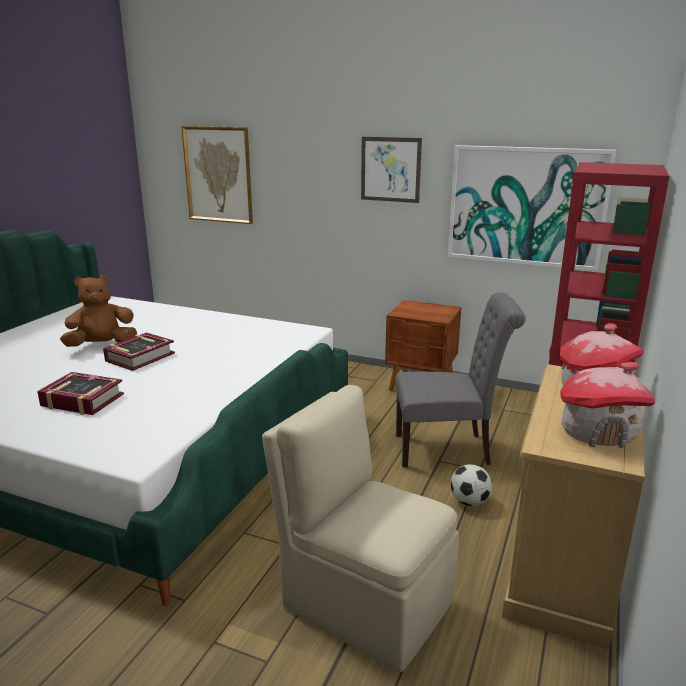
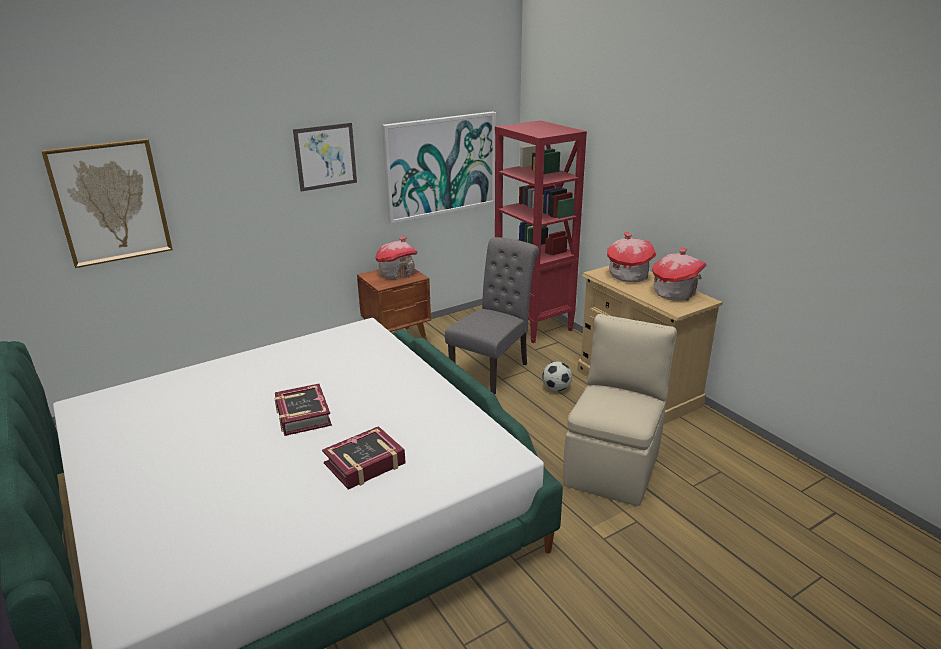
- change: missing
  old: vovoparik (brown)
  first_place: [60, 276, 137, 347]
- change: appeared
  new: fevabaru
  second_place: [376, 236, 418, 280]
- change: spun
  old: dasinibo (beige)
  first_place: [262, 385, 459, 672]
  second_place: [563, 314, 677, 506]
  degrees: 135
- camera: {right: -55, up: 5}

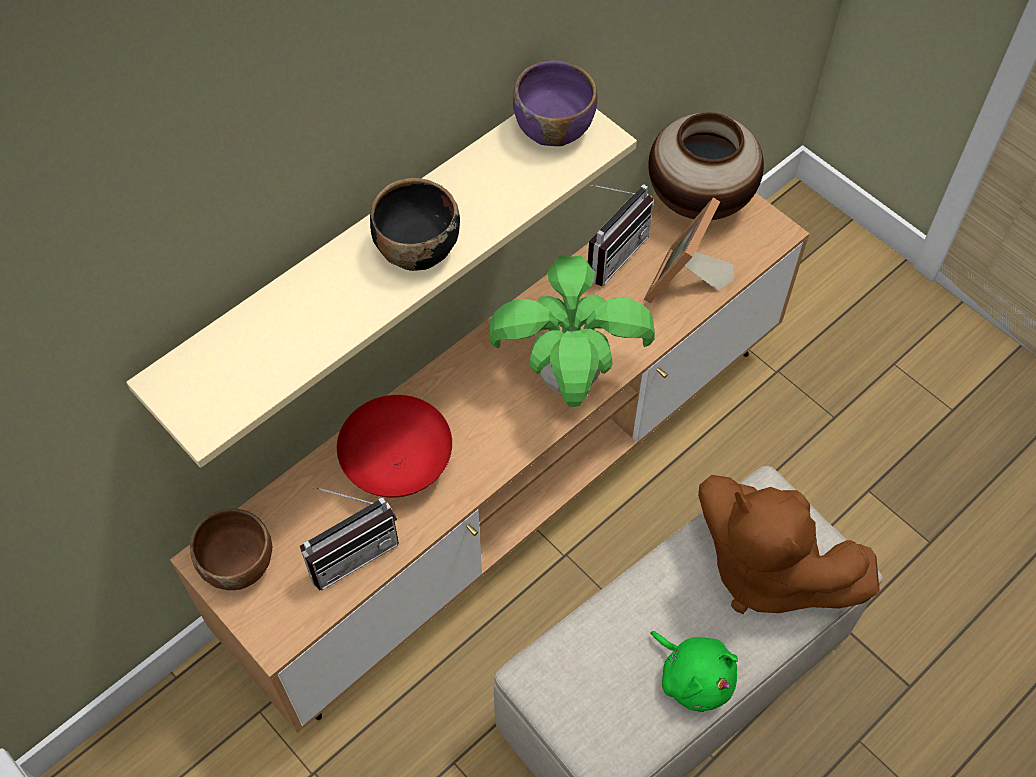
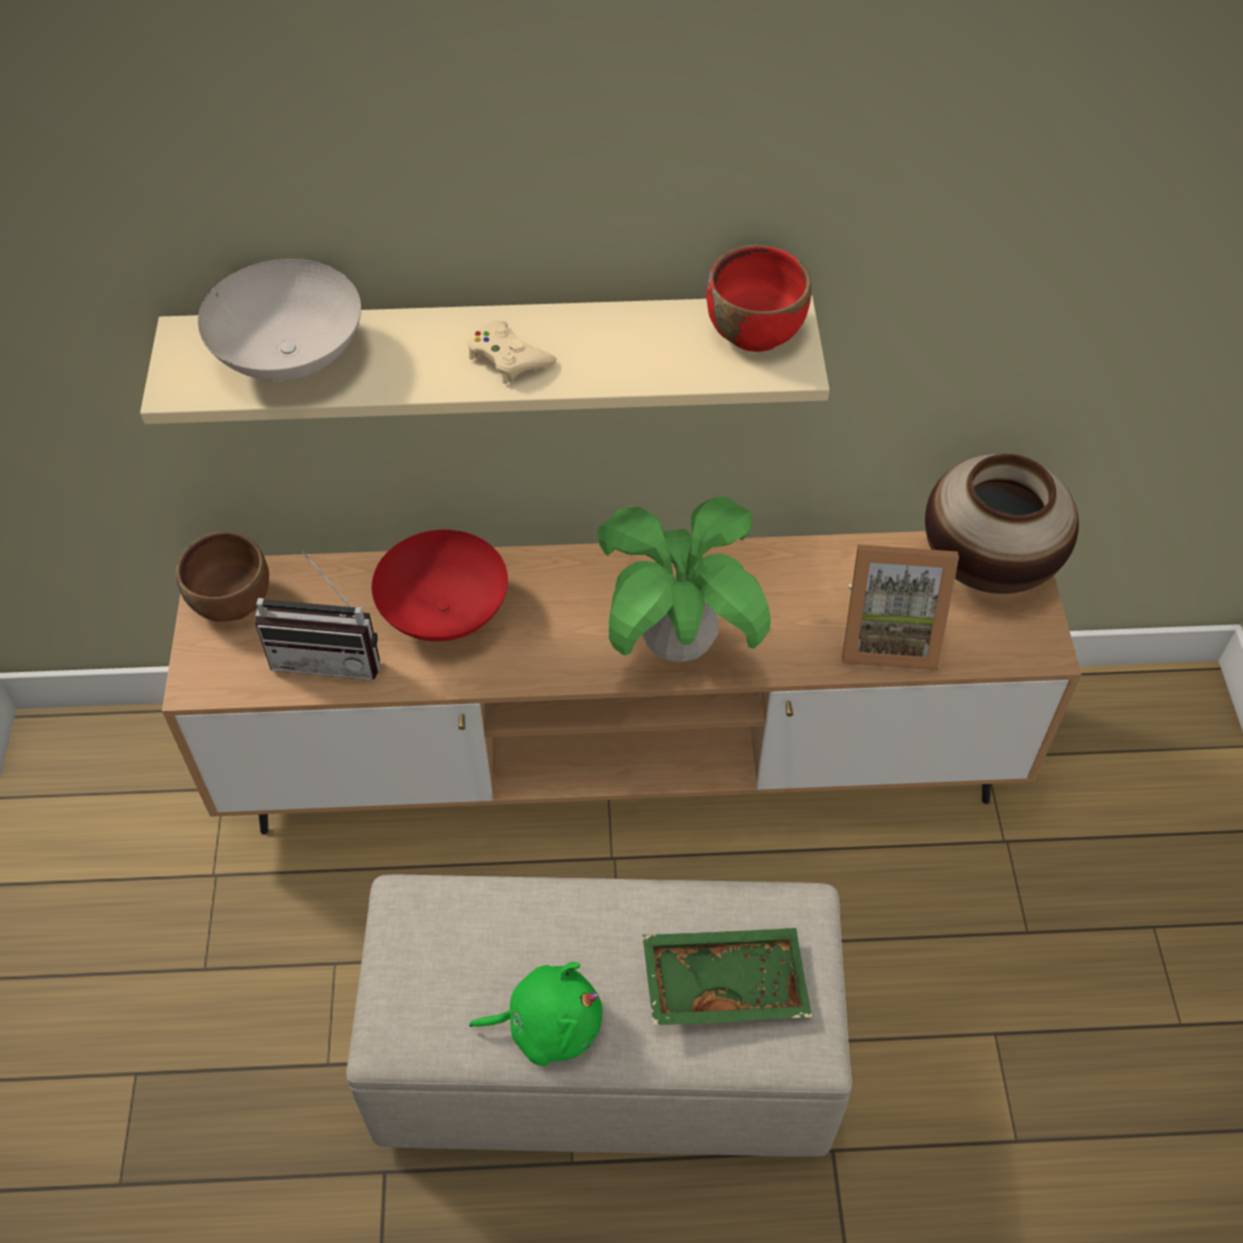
- change: missing
  old: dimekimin
  first_place: [588, 184, 654, 286]
- change: appeared
  new: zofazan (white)
  second_place: [198, 259, 361, 381]
- change: exchanged
  old: zofazan (black)
  new: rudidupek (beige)
  first_place: [370, 178, 460, 271]
  second_place: [468, 320, 557, 384]
- change: exchanged
  old: vovoparik (brown)
  new: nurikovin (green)
  first_place: [698, 475, 880, 614]
  second_place: [643, 928, 812, 1025]
- change: colour
  old: zofazan (purple)
  new: zofazan (red)
  first_place: [513, 60, 597, 146]
  second_place: [706, 245, 811, 352]
- change: spun
  old: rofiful
  first_place: [644, 197, 734, 303]
  second_place: [842, 544, 959, 671]
  degrees: -150
- change: spun
  old: vovoparik (green)
  first_place: [650, 631, 738, 712]
  second_place: [469, 962, 603, 1066]
  degrees: -90
- camera: {right: 40, up: -5}

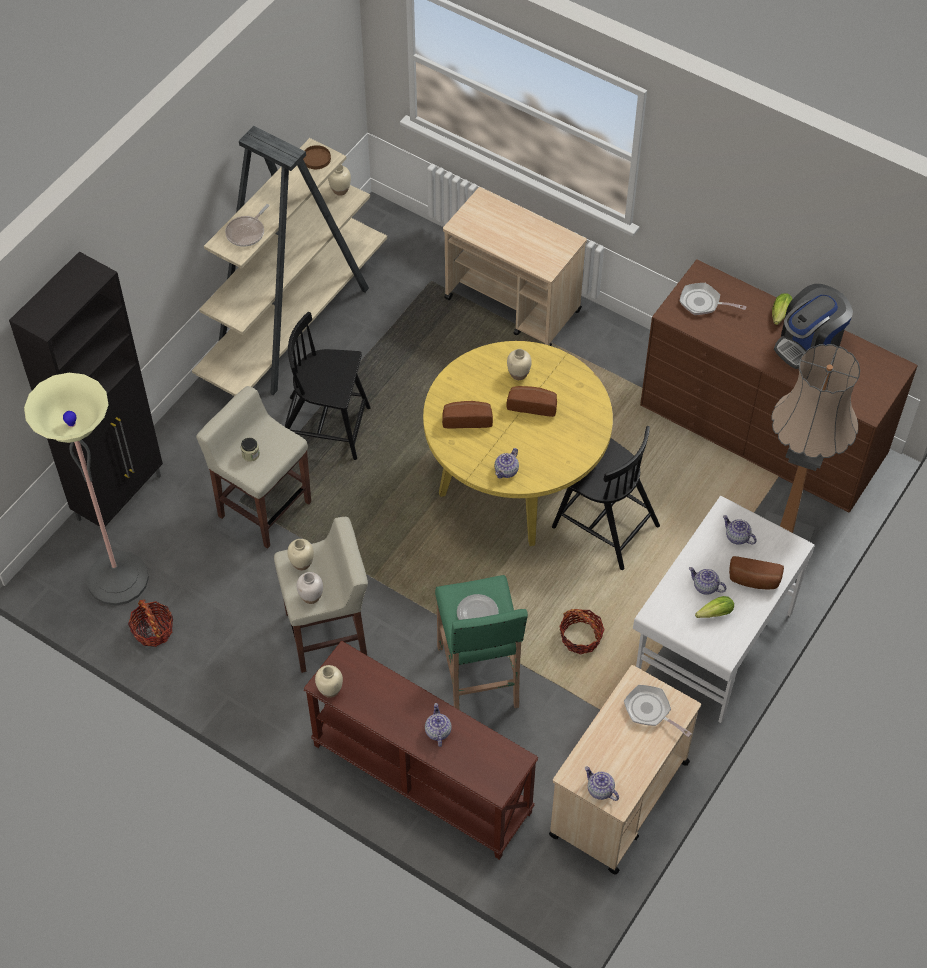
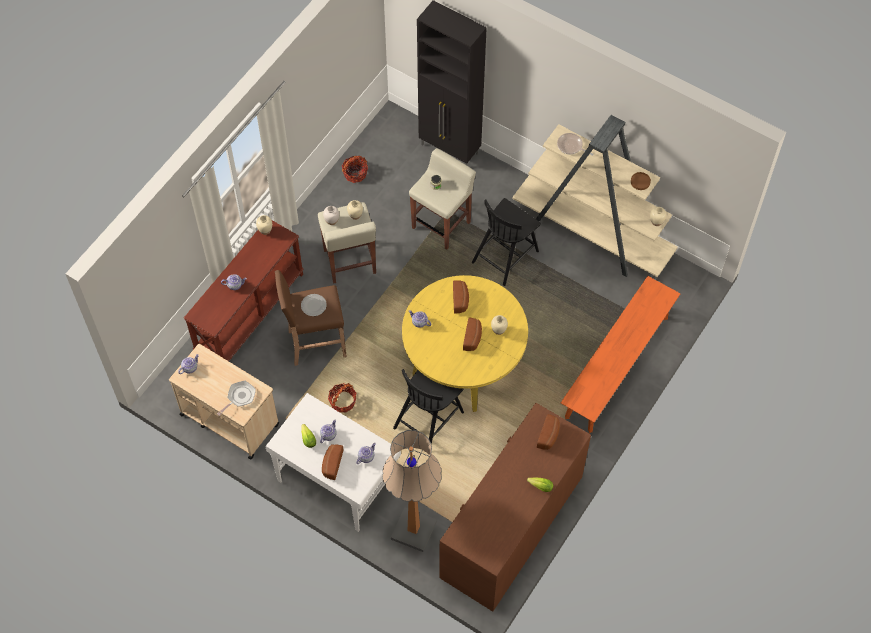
- change: missing
  old: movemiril
  first_place: [24, 373, 149, 606]
- change: missing
  old: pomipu
  first_place: [774, 284, 853, 369]
- change: exchanged
  old: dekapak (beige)
  new: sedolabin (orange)
  first_place: [443, 187, 587, 346]
  second_place: [561, 276, 681, 433]
- change: exchanged
  old: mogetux
  new: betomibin
  first_place: [680, 283, 747, 315]
  second_place: [537, 414, 560, 450]
- change: colour
  old: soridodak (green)
  new: soridodak (brown)
  first_place: [435, 575, 528, 710]
  second_place: [274, 270, 347, 366]
- change: spun
  old: dasinibo (black)
  first_place: [285, 312, 371, 460]
  second_place: [472, 198, 541, 286]
  degrees: -150
- camera: {right: 90, up: 5}

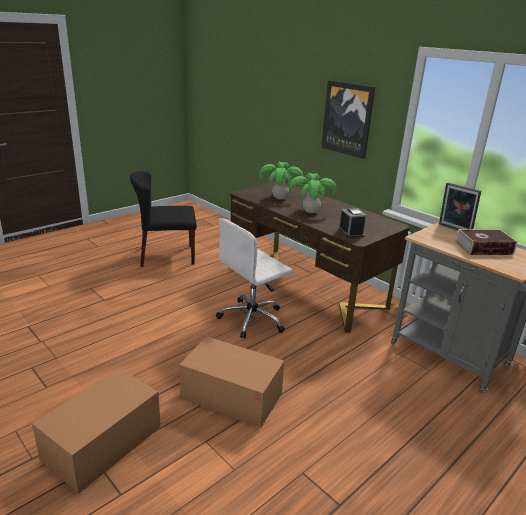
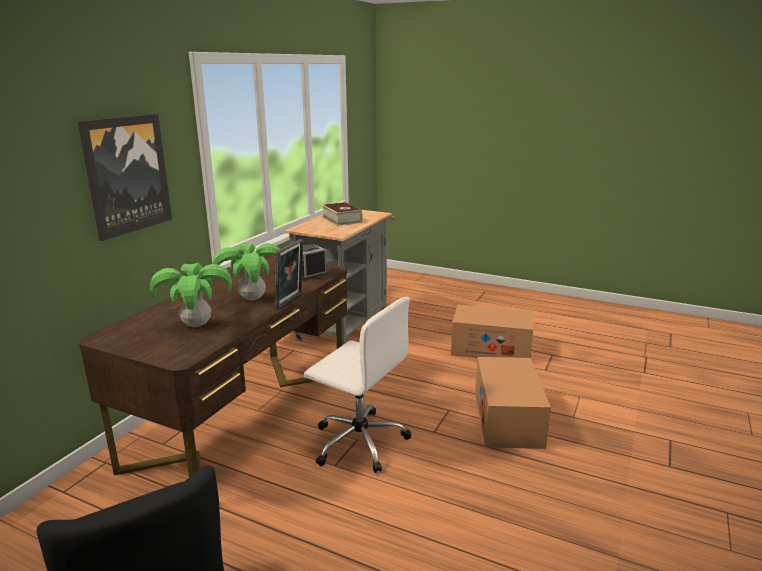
- change: relocated
  old: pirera
  first_place: [32, 368, 161, 494]
  second_place: [451, 305, 533, 358]
- change: relocated
  old: rofiful
  first_place: [439, 182, 481, 230]
  second_place: [275, 239, 303, 309]
- camera: {right: -110, up: -5}

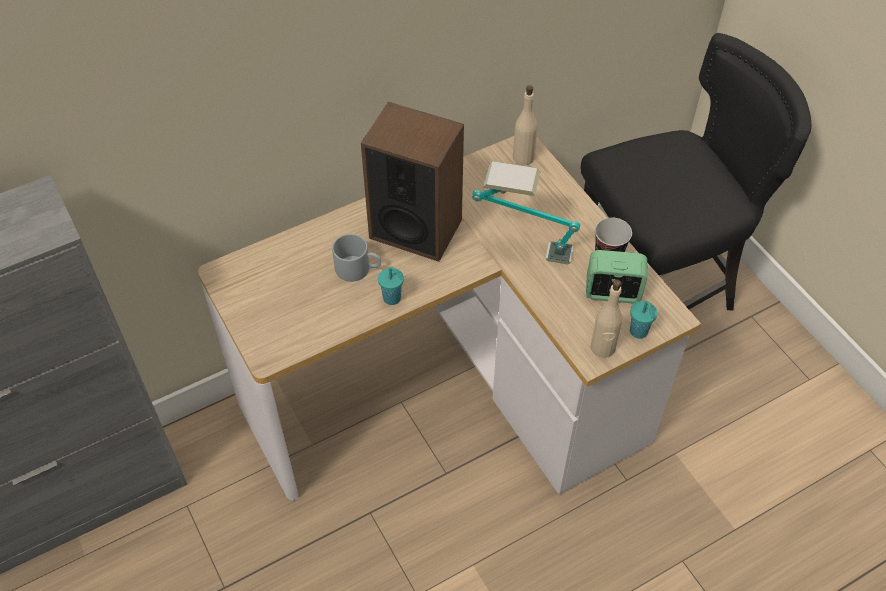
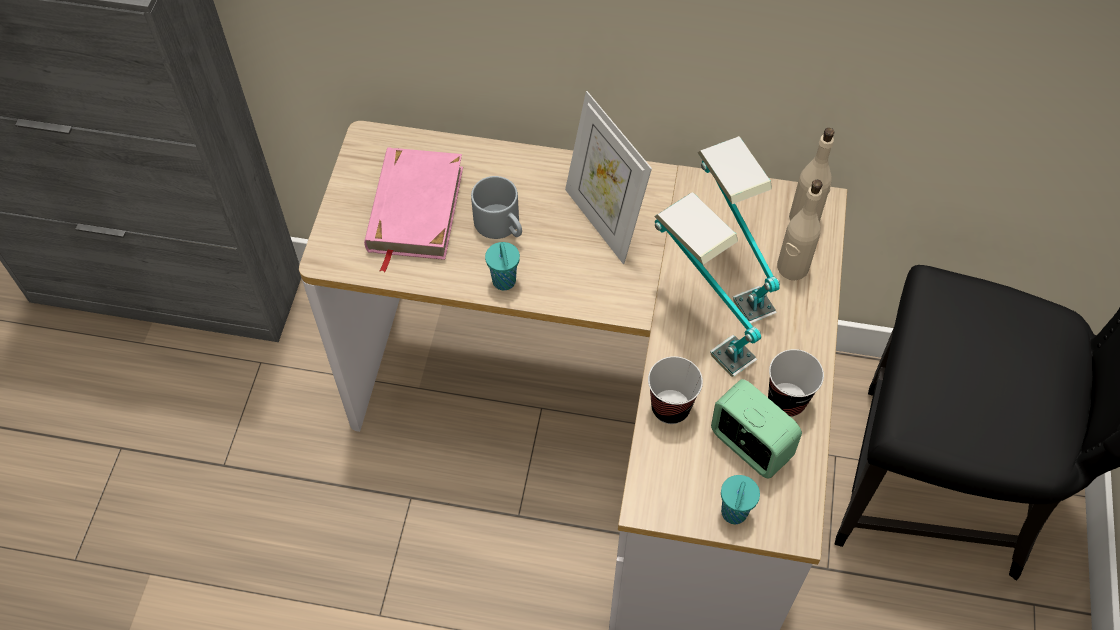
- change: appeared
  new: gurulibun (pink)
  second_place: [364, 147, 463, 273]
- change: appeared
  new: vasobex
  second_place: [648, 356, 703, 424]
- change: appeared
  new: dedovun
  second_place: [697, 136, 780, 324]
- change: relocated
  old: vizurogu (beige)
  first_place: [591, 280, 622, 358]
  second_place: [777, 180, 822, 280]
- change: exchanged
  old: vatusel
  new: rofiful
  first_place: [361, 102, 464, 262]
  second_place: [565, 91, 652, 264]
- camera: {right: 40, up: 5}

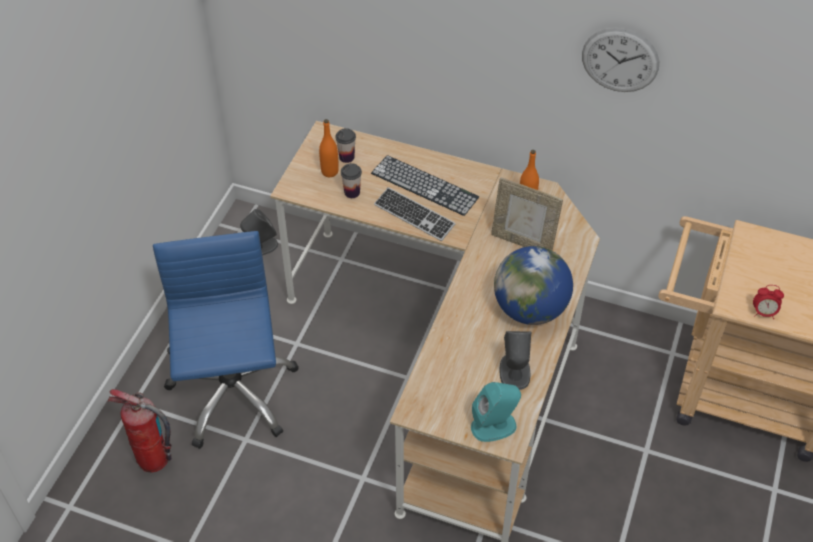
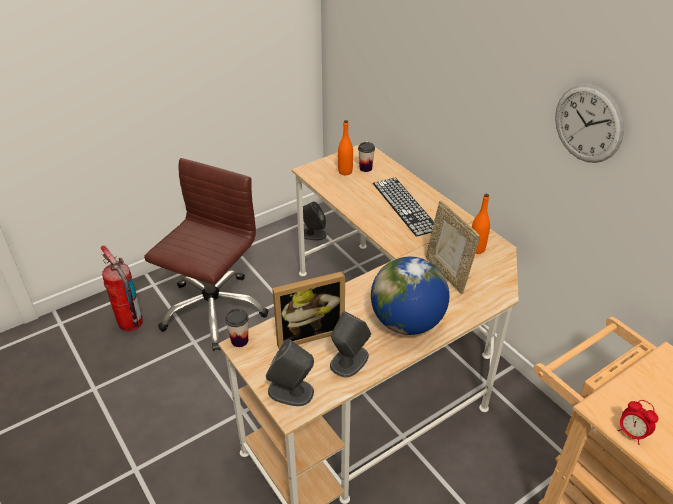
- change: missing
  old: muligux
  first_place: [374, 187, 456, 241]
- change: appeared
  new: rofiful
  second_place: [272, 271, 345, 349]
- change: relocated
  old: vasobex
  first_place: [341, 163, 362, 198]
  second_place: [225, 309, 249, 347]
- change: colour
  old: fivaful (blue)
  new: fivaful (brown)
  first_place: [153, 231, 298, 449]
  second_place: [144, 158, 269, 351]
- change: colour
  old: vatusel (turquoise)
  new: vatusel (grey)
  first_place: [471, 382, 521, 442]
  second_place: [266, 339, 314, 406]
- camera: {right: 35, up: -10}

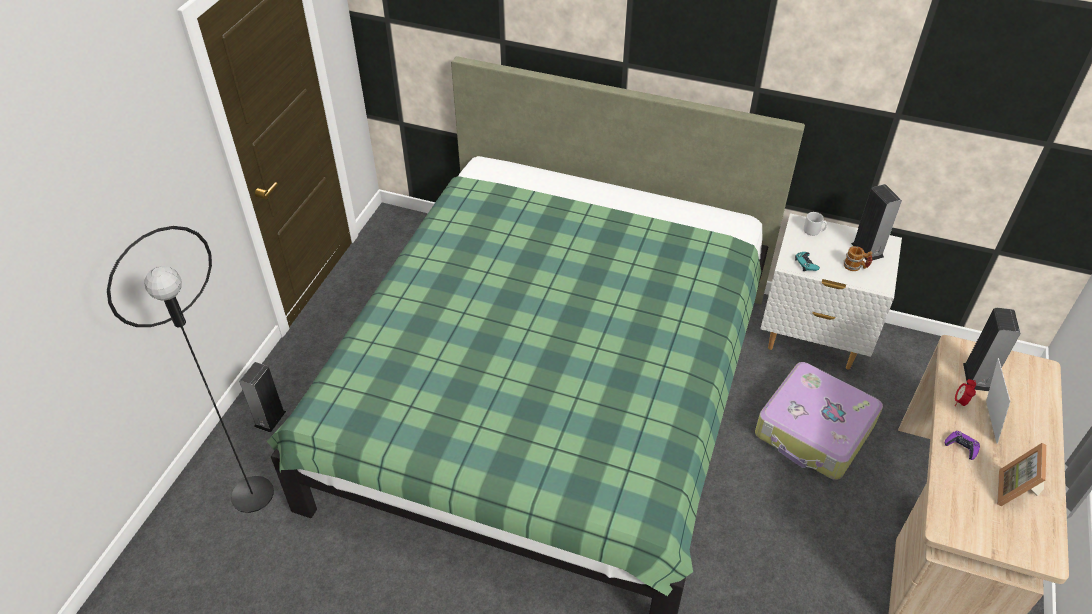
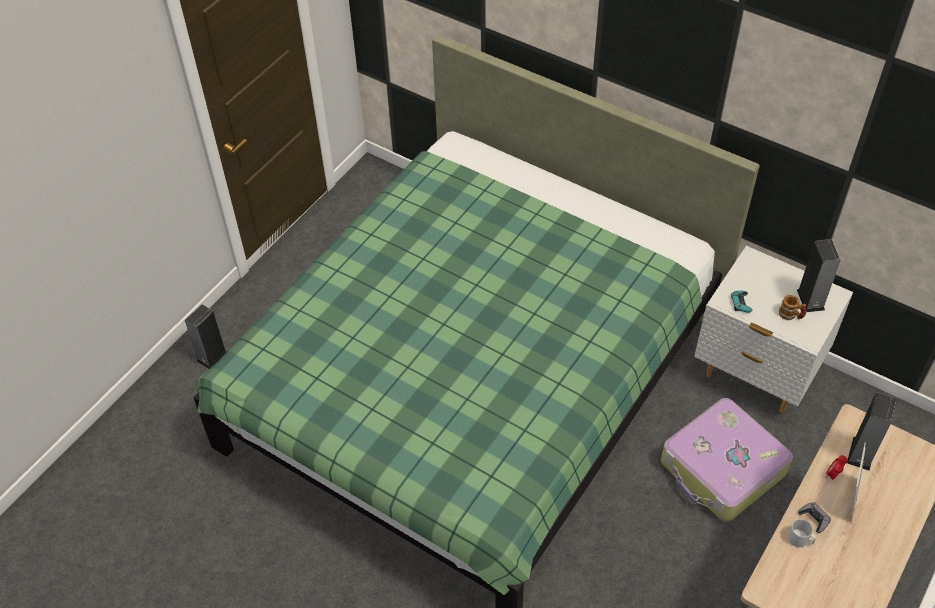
- change: missing
  old: movemiril (black)
  first_place: [107, 226, 274, 513]
- change: missing
  old: rofiful
  first_place: [997, 443, 1046, 506]
- change: relocated
  old: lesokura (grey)
  first_place: [803, 212, 827, 236]
  second_place: [788, 519, 816, 547]
- change: colour
  old: rudidupek (purple)
  new: rudidupek (grey)
  first_place: [945, 431, 980, 460]
  second_place: [798, 502, 831, 533]
- camera: {right: 15, up: 5}

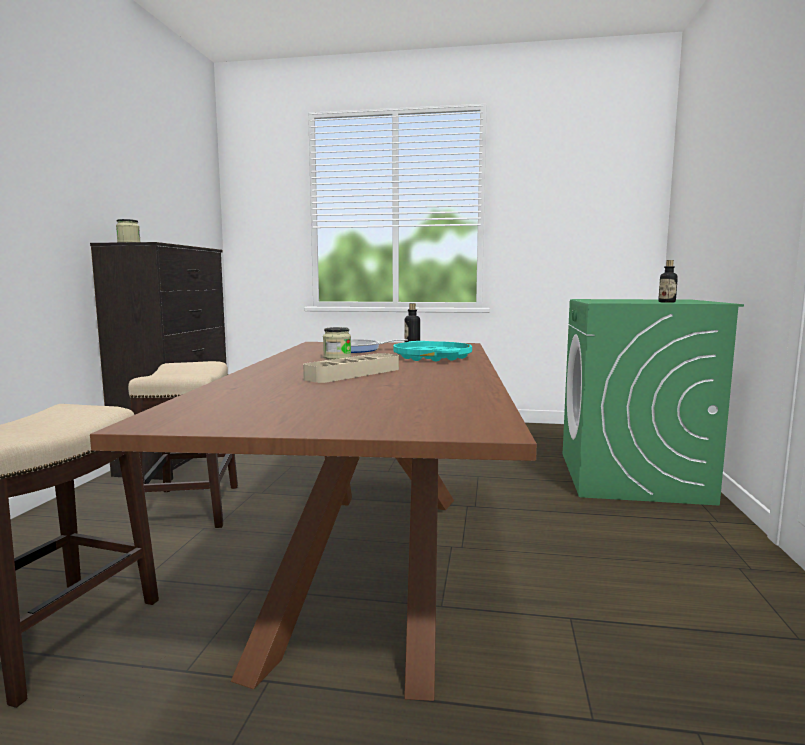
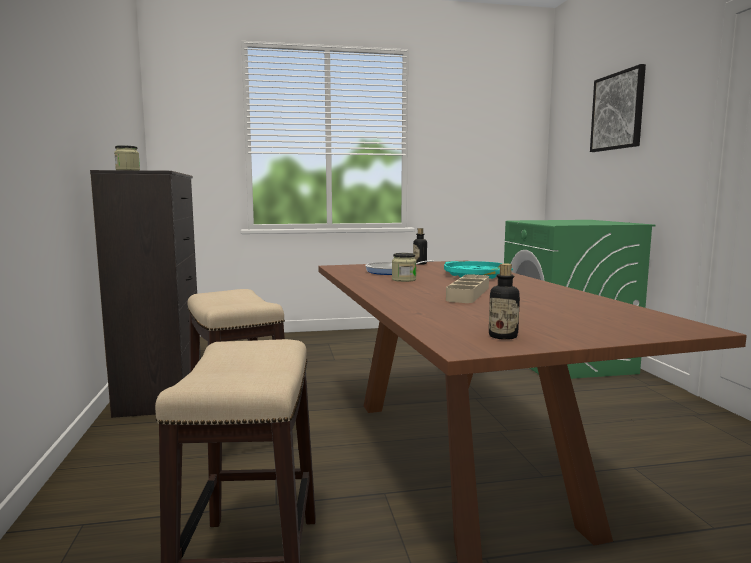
- change: appeared
  new: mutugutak
  second_place: [590, 64, 646, 152]
- change: relocated
  old: vizurogu
  first_place: [658, 260, 678, 303]
  second_place: [489, 263, 520, 340]
- camera: {right: -20, up: 0}

